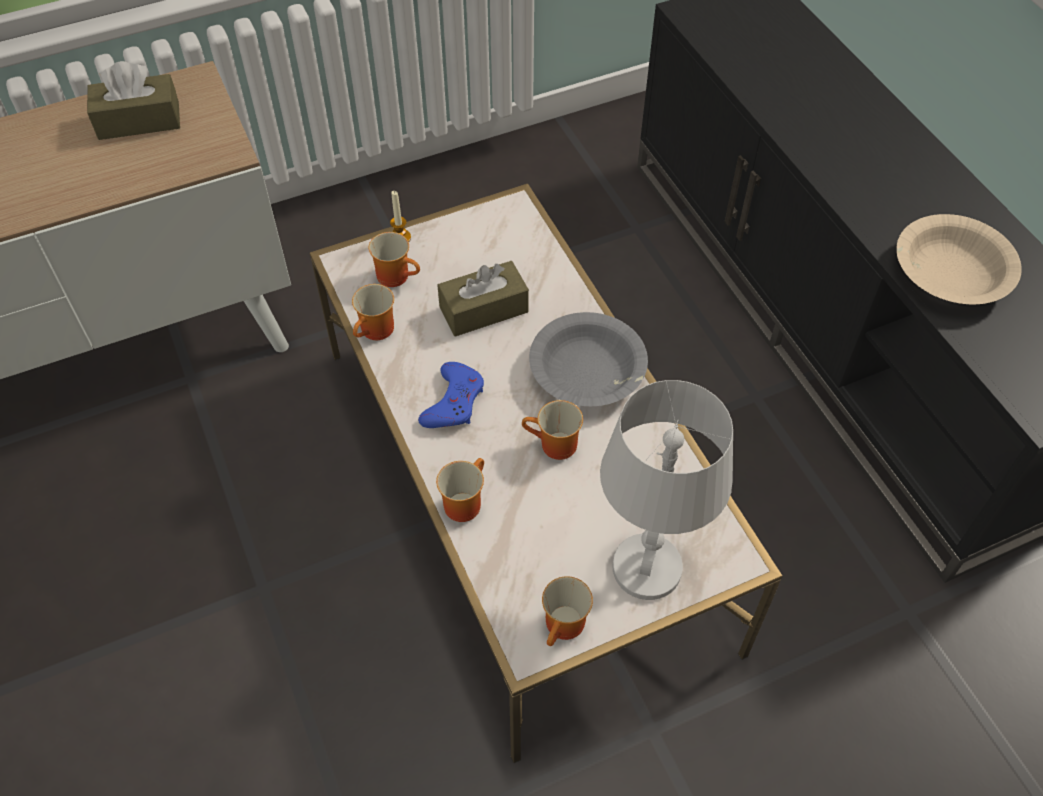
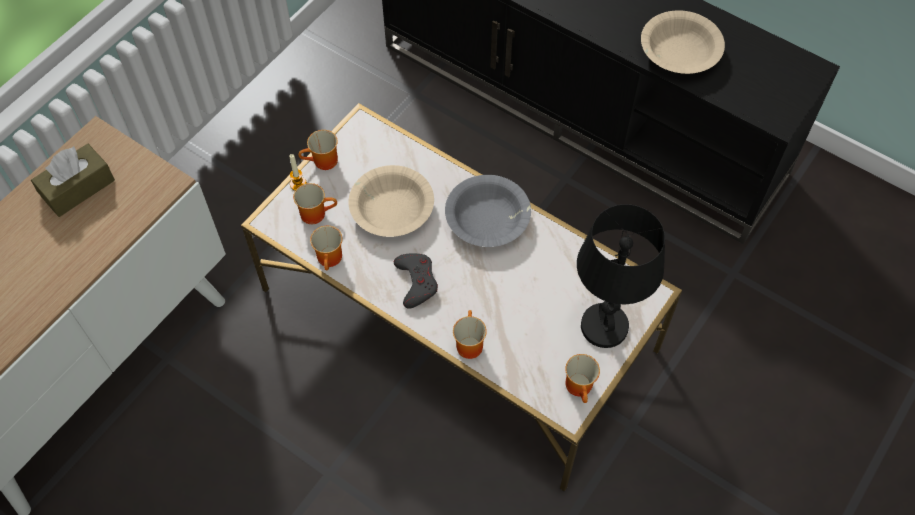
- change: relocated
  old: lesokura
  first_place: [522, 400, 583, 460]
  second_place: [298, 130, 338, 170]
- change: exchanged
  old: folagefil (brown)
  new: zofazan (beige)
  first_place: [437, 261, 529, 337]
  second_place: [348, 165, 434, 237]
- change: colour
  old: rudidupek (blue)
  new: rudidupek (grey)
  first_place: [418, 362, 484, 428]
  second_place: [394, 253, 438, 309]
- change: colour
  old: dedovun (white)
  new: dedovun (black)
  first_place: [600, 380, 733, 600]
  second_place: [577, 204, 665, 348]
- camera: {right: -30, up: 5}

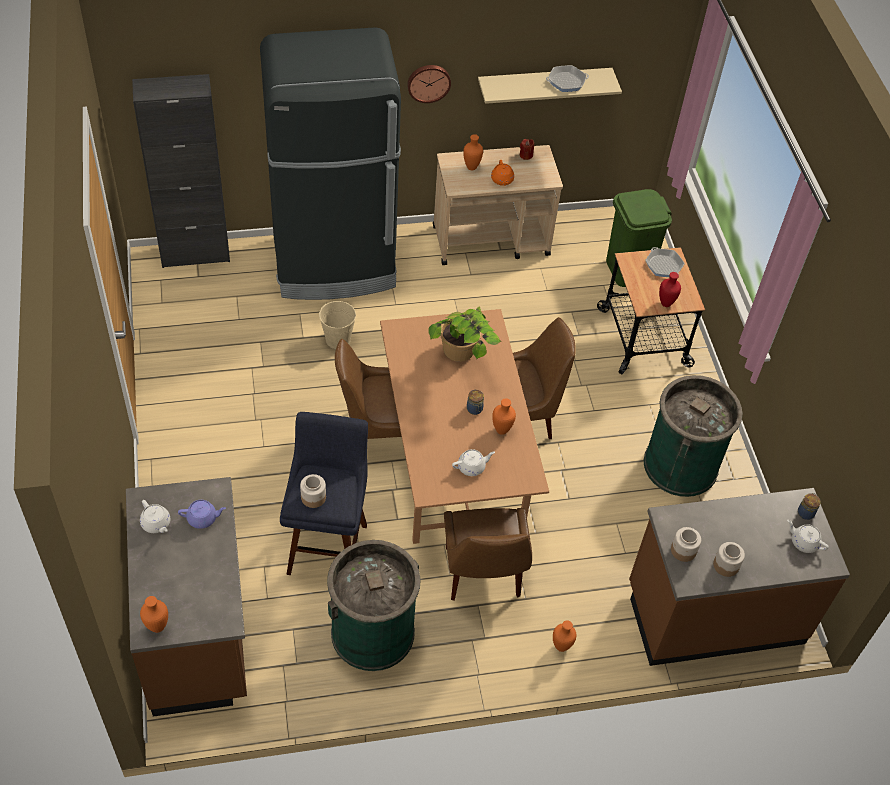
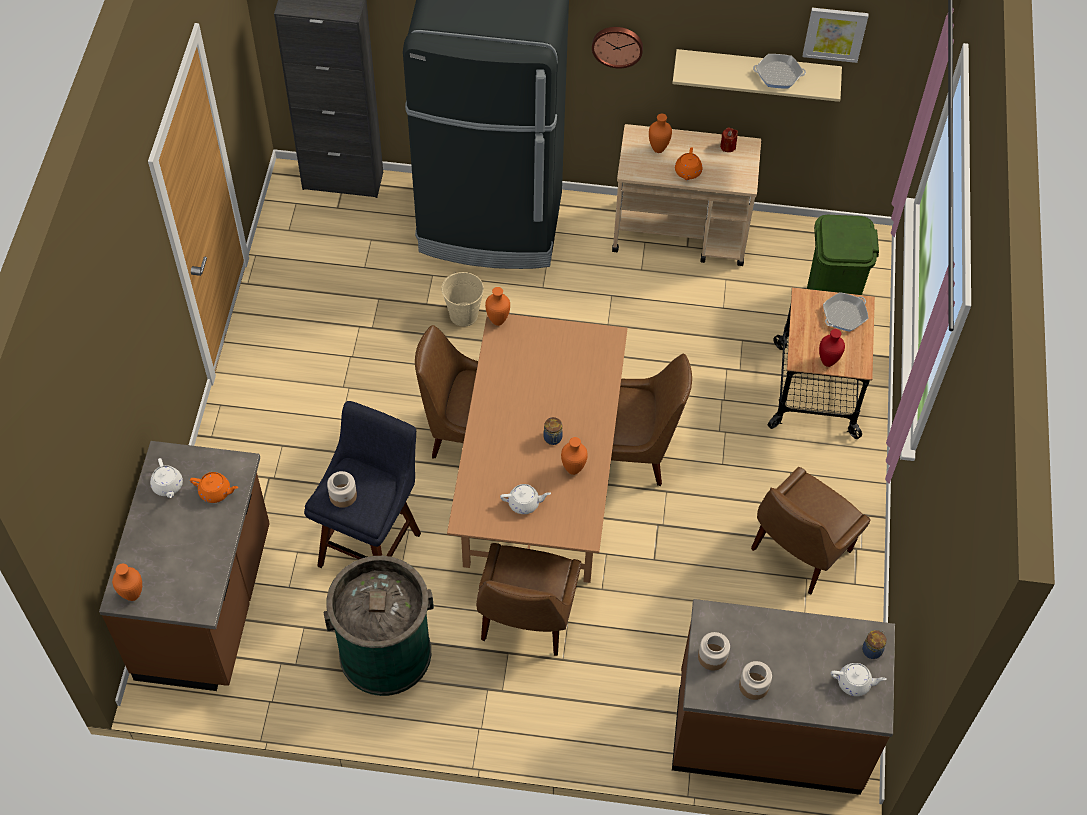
- change: missing
  old: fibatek
  first_place: [428, 307, 502, 362]
- change: appeared
  new: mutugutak
  second_place: [803, 8, 868, 63]
- change: relocated
  old: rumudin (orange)
  first_place: [553, 620, 577, 652]
  second_place: [485, 287, 510, 326]
- change: exchanged
  old: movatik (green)
  new: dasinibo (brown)
  first_place: [644, 375, 743, 497]
  second_place: [751, 467, 871, 594]
- change: colour
  old: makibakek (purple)
  new: makibakek (orange)
  first_place: [178, 500, 226, 529]
  second_place: [190, 472, 238, 503]
- change: spun
  old: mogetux
  first_place: [645, 247, 685, 277]
  second_place: [823, 292, 868, 332]
  degrees: 60
- change: spun
  old: makibakek (white)
  first_place: [787, 520, 829, 553]
  second_place: [831, 663, 887, 696]
  degrees: 135
- camera: {right: 20, up: 5}

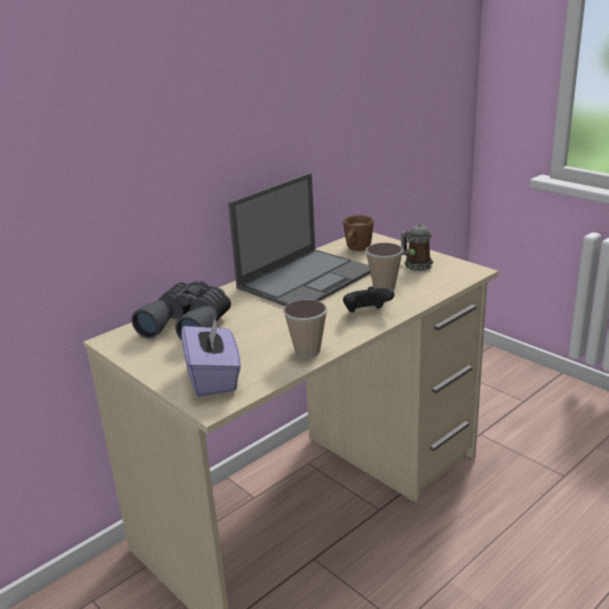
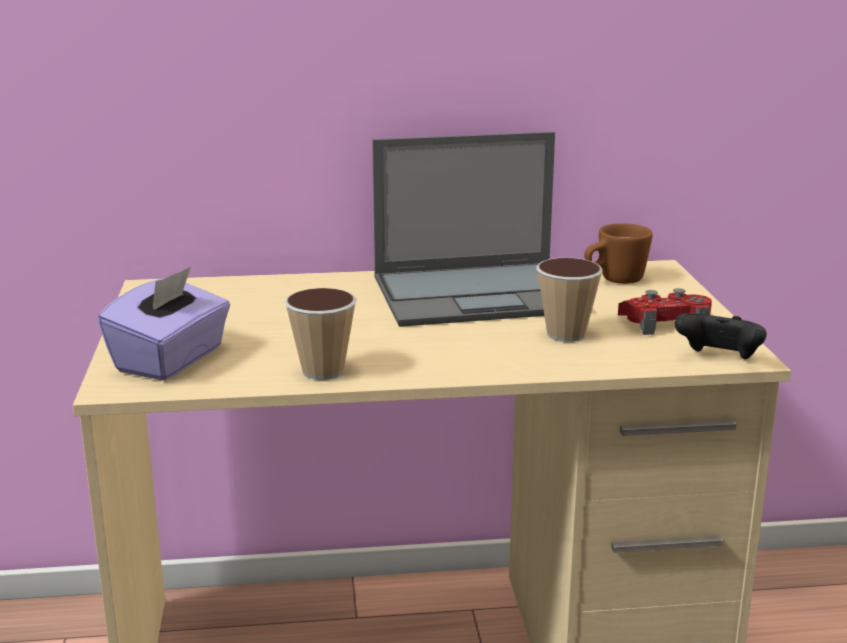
- change: missing
  old: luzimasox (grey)
  first_place: [131, 281, 231, 340]
- change: relocated
  old: rudidupek (black)
  first_place: [343, 287, 395, 312]
  second_place: [675, 313, 767, 359]
- change: exchanged
  old: lesokura
  new: rudidupek (red)
  first_place: [400, 224, 433, 271]
  second_place: [618, 288, 712, 335]
- camera: {right: 35, up: -5}

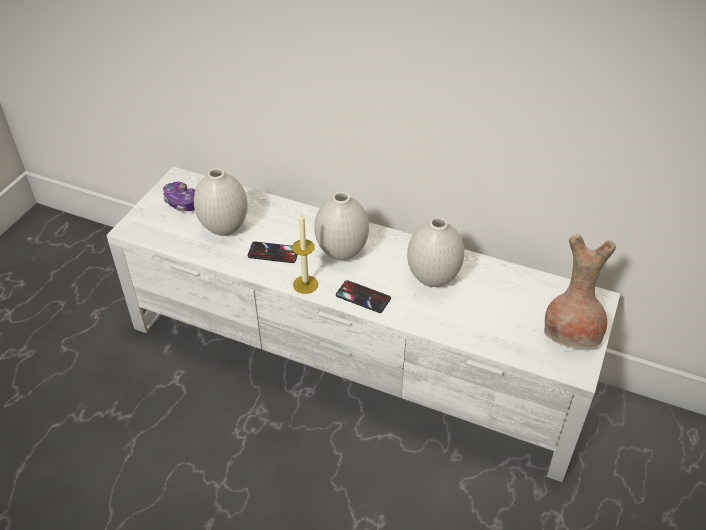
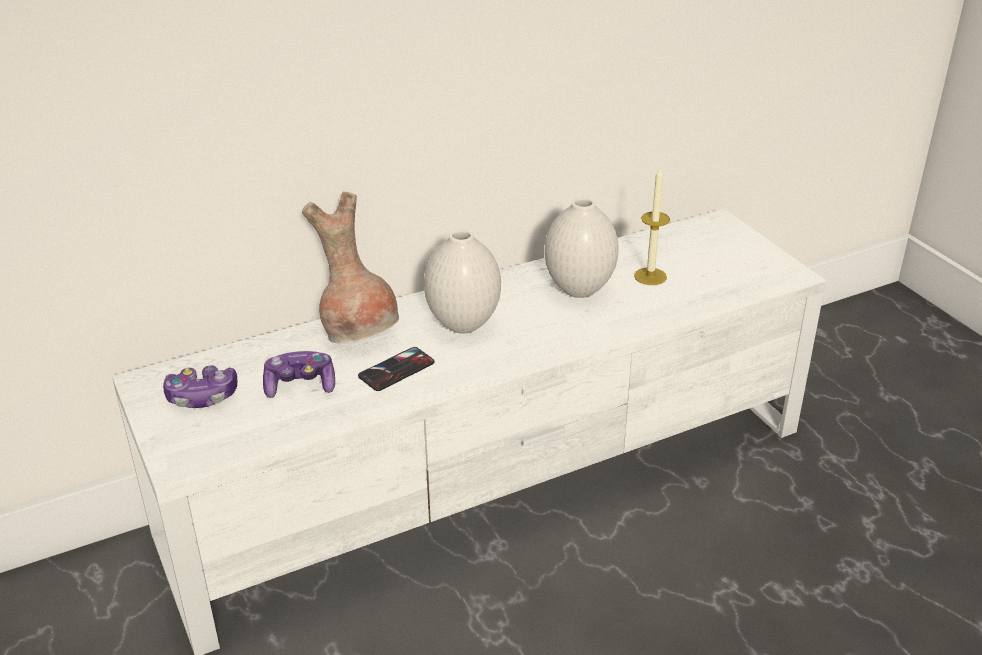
- change: missing
  old: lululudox
  first_place: [336, 280, 391, 313]
- change: relocated
  old: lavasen
  first_place: [292, 213, 318, 294]
  second_place: [634, 168, 670, 285]
- change: relocated
  old: rumudin (brown)
  first_place: [544, 234, 616, 349]
  second_place: [302, 191, 399, 343]
- change: exchanged
  old: rumudin (white)
  new: rudidupek
  first_place: [194, 168, 248, 236]
  second_place: [263, 351, 335, 398]
- camera: {right: -50, up: -10}

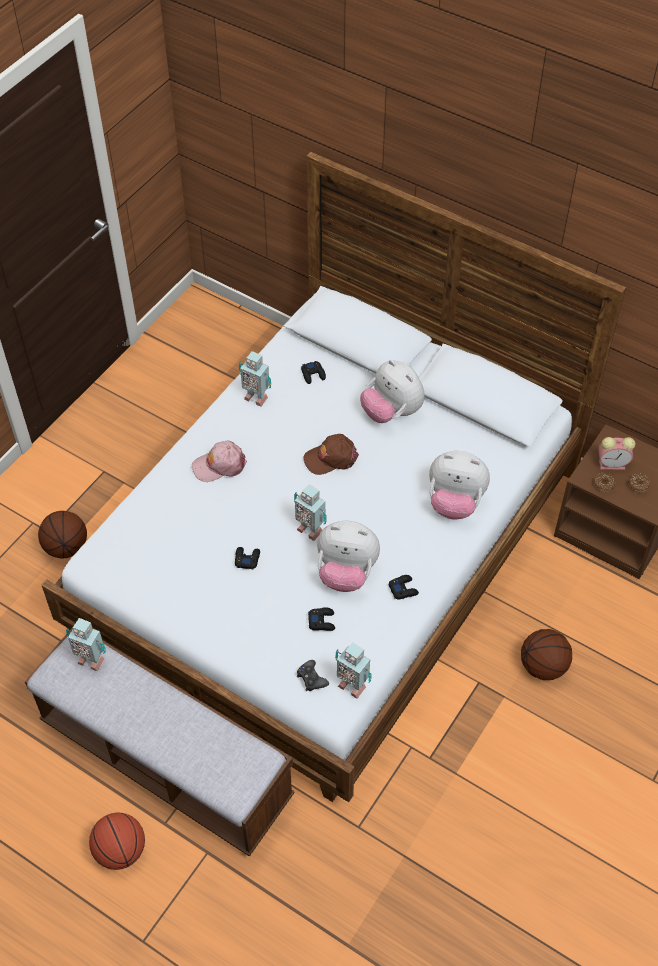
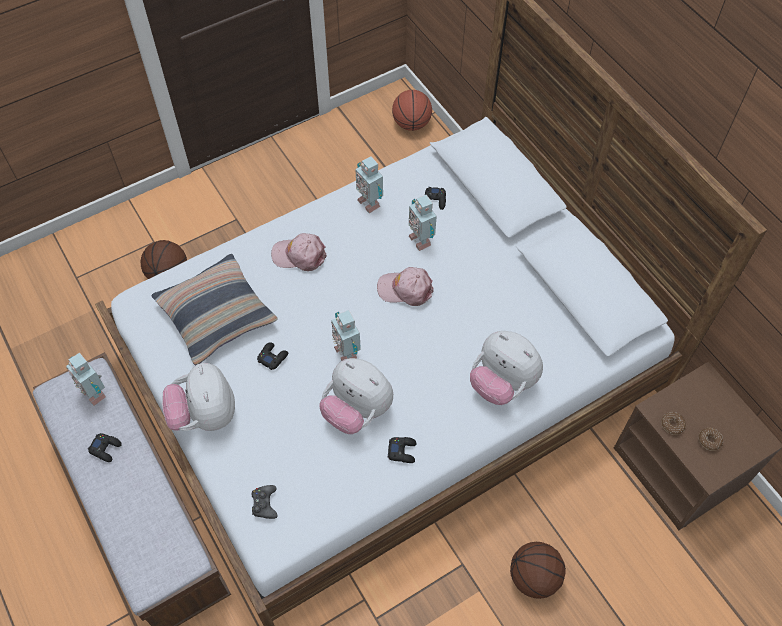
- change: missing
  old: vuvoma
  first_place: [598, 437, 635, 470]
- change: appeared
  new: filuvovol
  second_place: [151, 254, 278, 365]
- change: relocated
  old: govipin
  first_place: [89, 813, 145, 870]
  second_place: [392, 90, 432, 131]
- change: relocated
  old: rudidupek (black)
  first_place: [308, 608, 335, 631]
  second_place: [88, 433, 122, 462]
- change: relocated
  old: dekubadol
  first_place: [335, 642, 372, 698]
  second_place: [409, 195, 437, 251]
- change: relocated
  old: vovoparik
  first_place: [360, 360, 424, 423]
  second_place: [162, 363, 235, 431]
- change: colour
  old: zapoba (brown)
  new: zapoba (pink)
  first_place: [303, 434, 359, 475]
  second_place: [377, 267, 434, 306]
- camera: {right: 25, up: 5}

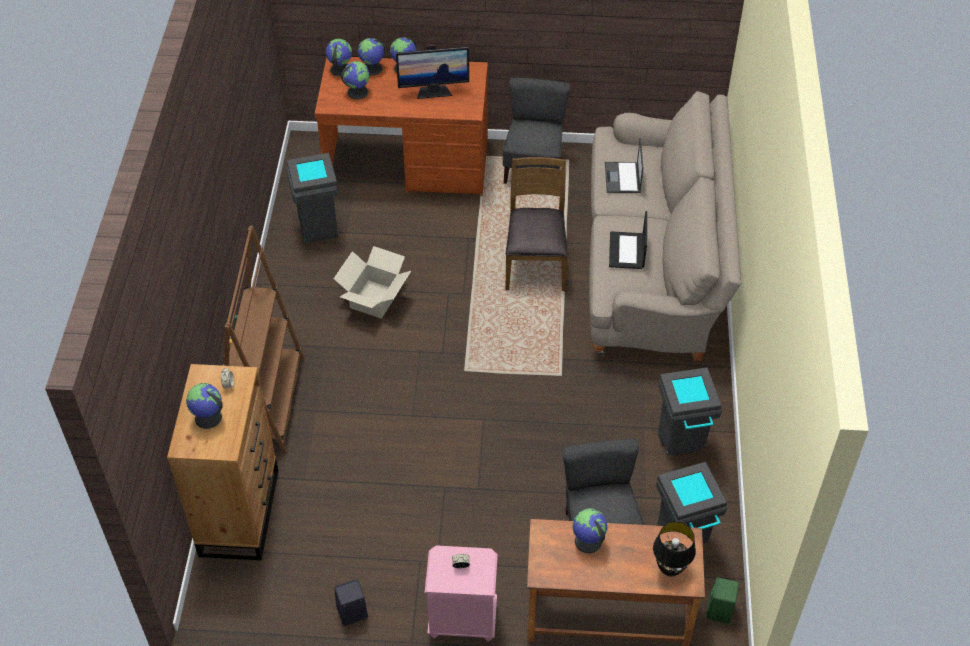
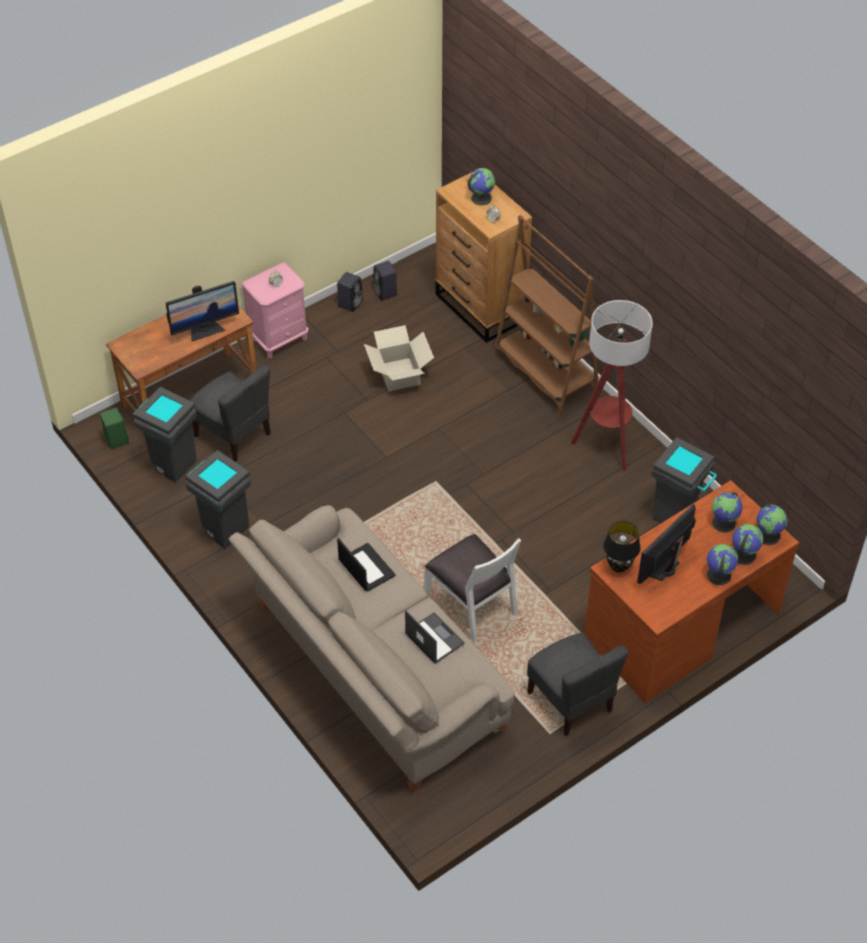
- change: appeared
  new: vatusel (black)
  second_place: [373, 261, 397, 300]
- change: appeared
  new: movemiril
  second_place: [571, 300, 653, 471]
- change: relocated
  old: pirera
  first_place: [334, 246, 411, 319]
  second_place: [364, 325, 434, 392]
- change: relocated
  old: dedovun (black)
  first_place: [653, 521, 696, 576]
  second_place: [603, 521, 641, 573]
- change: exchanged
  old: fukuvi
  new: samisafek
  first_place: [572, 508, 607, 553]
  second_place: [166, 281, 239, 341]
- change: colour
  old: dasinibo (brown)
  new: dasinibo (white)
  first_place: [505, 157, 568, 291]
  second_place: [424, 534, 521, 642]
- camera: {right: 140, up: 0}

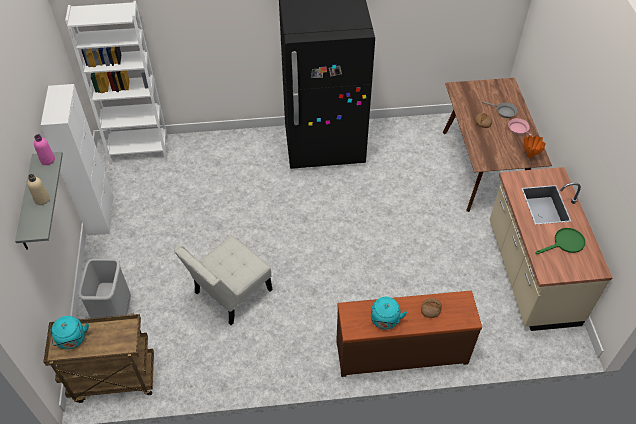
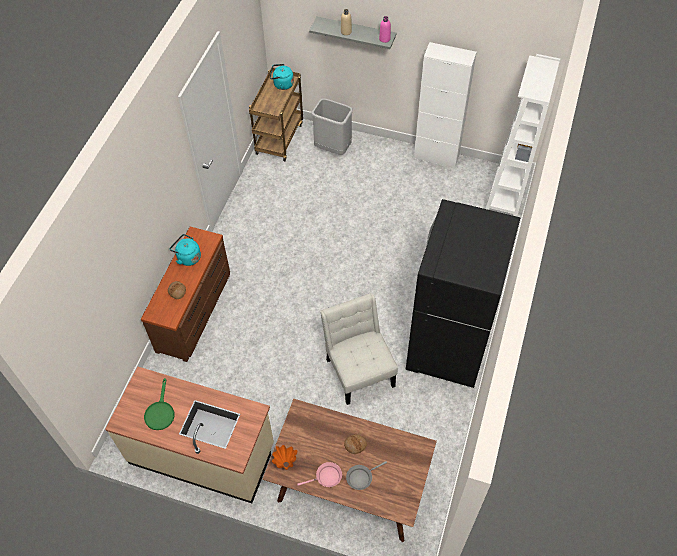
- change: relocated
  old: dasinibo (white)
  first_place: [174, 236, 273, 325]
  second_place: [320, 293, 398, 405]
- camera: {right: 115, up: 5}

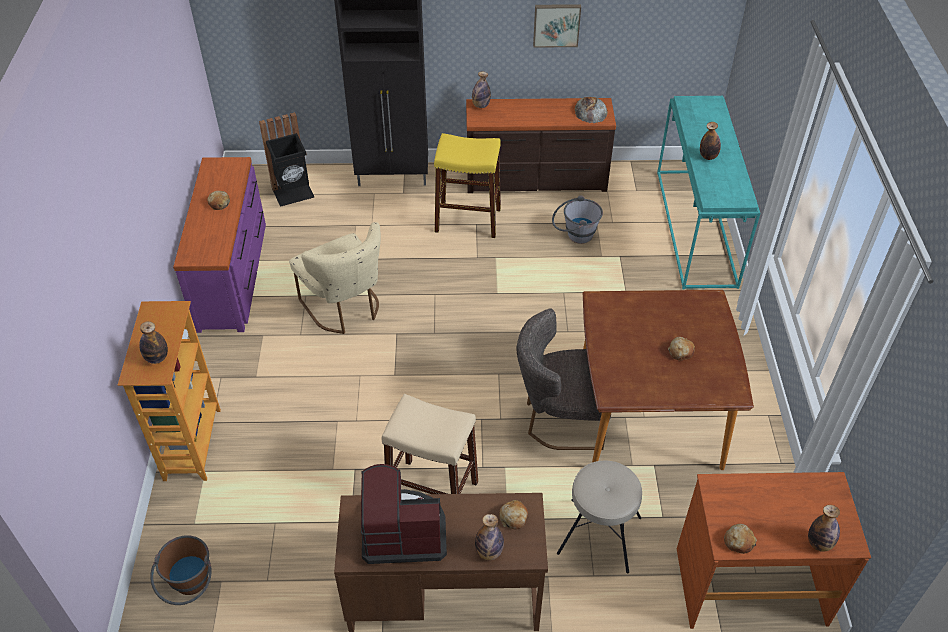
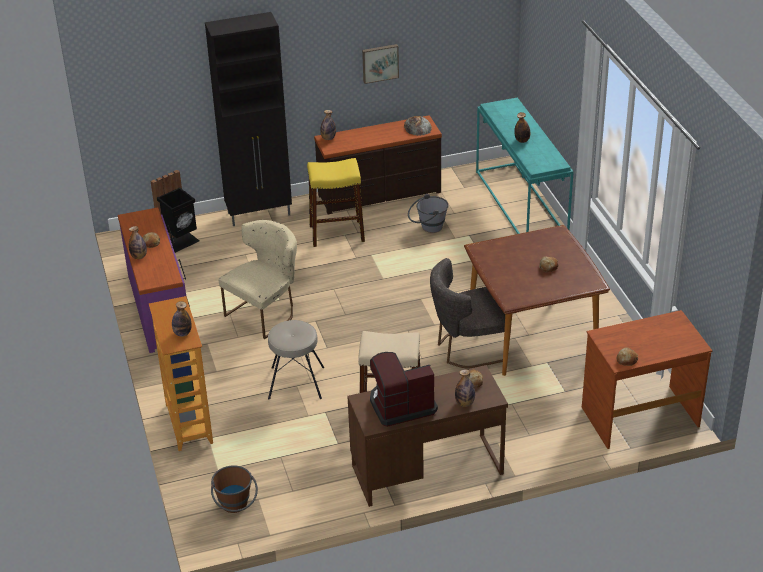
- change: relocated
  old: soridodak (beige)
  first_place: [557, 461, 642, 573]
  second_place: [268, 320, 324, 399]
- change: relocated
  old: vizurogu
  first_place: [808, 505, 840, 552]
  second_place: [129, 226, 147, 259]
- change: spun
  old: dasinibo (beige)
  first_place: [289, 222, 381, 334]
  second_place: [219, 220, 297, 339]
  degrees: -90
- camera: {right: -15, up: -10}

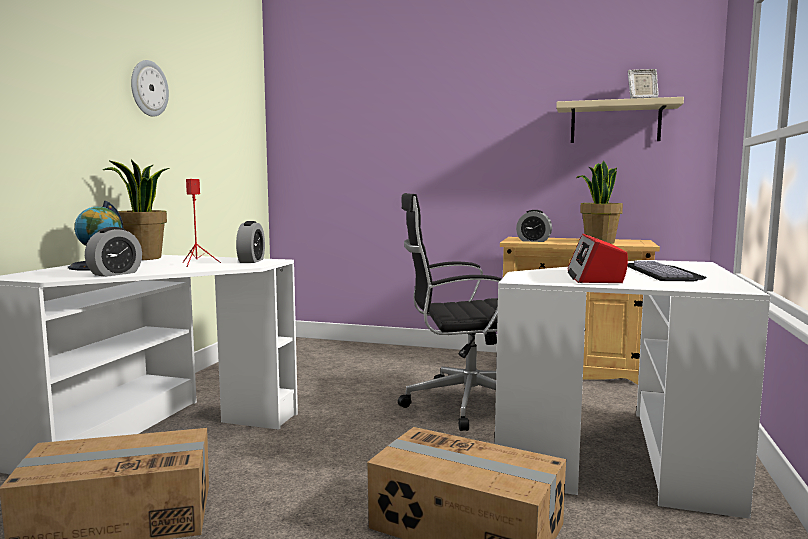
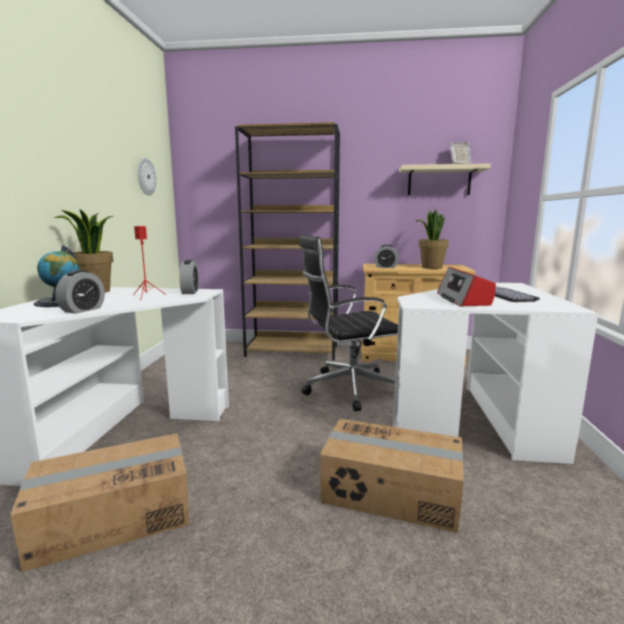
- change: appeared
  new: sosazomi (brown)
  second_place: [235, 122, 340, 360]
- change: relocated
  old: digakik
  first_place: [131, 60, 169, 117]
  second_place: [138, 158, 156, 195]
- camera: {right: -10, up: 5}

